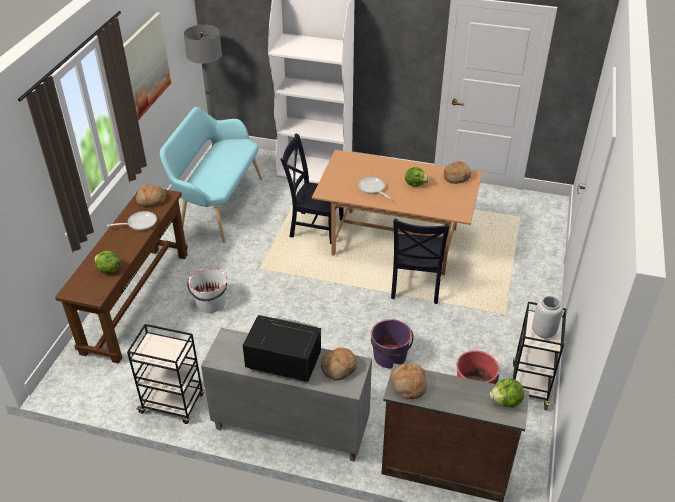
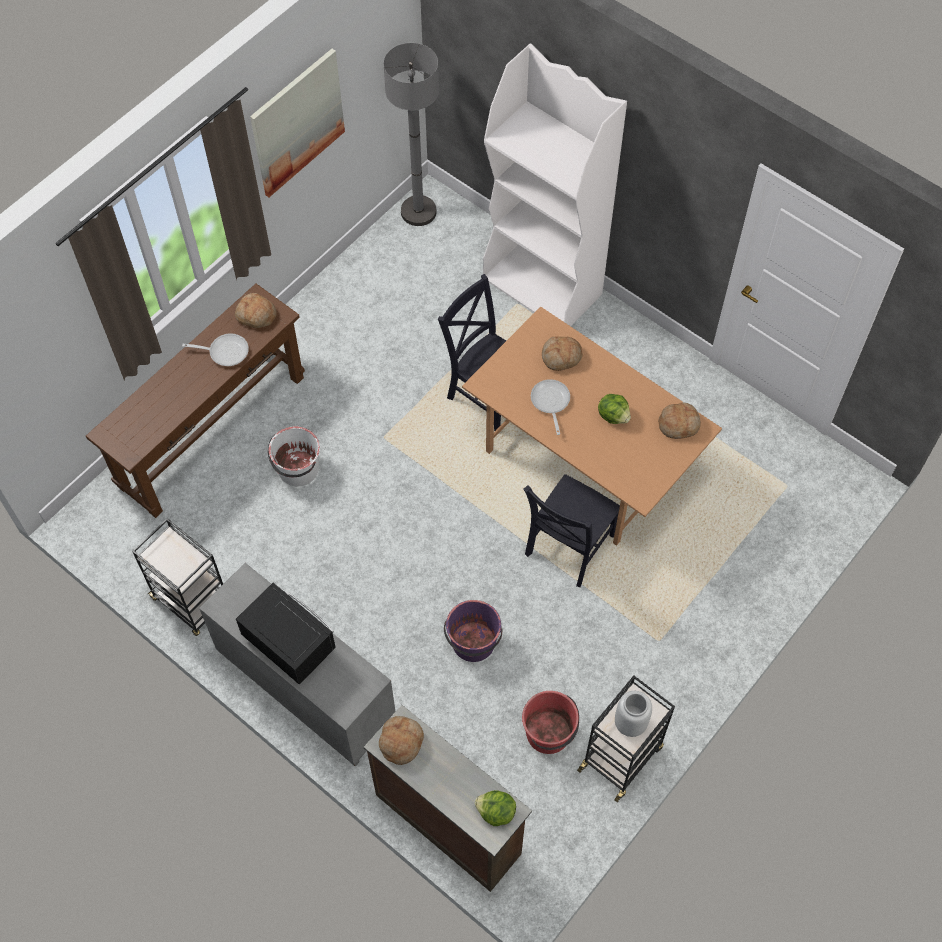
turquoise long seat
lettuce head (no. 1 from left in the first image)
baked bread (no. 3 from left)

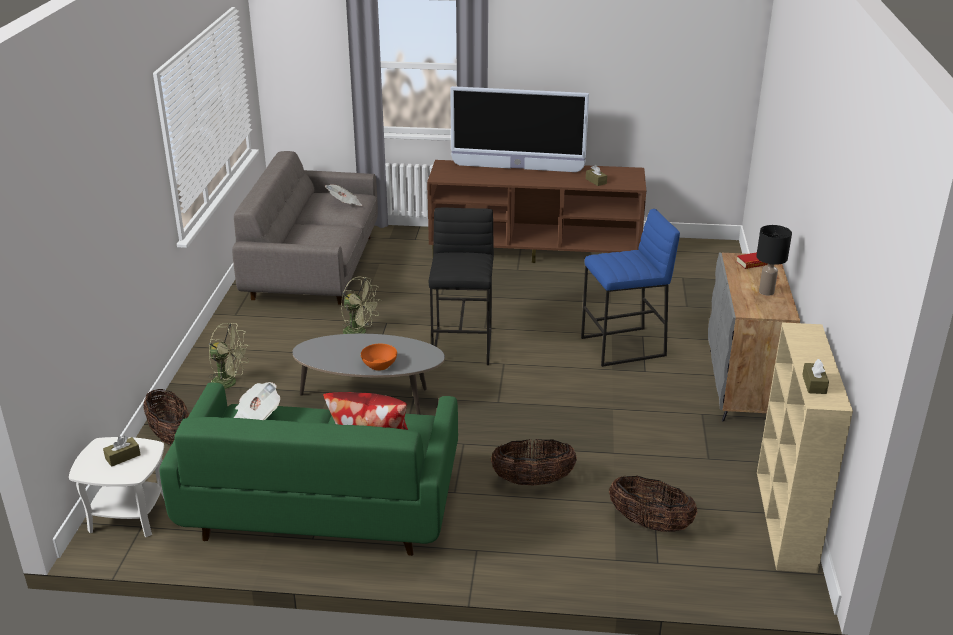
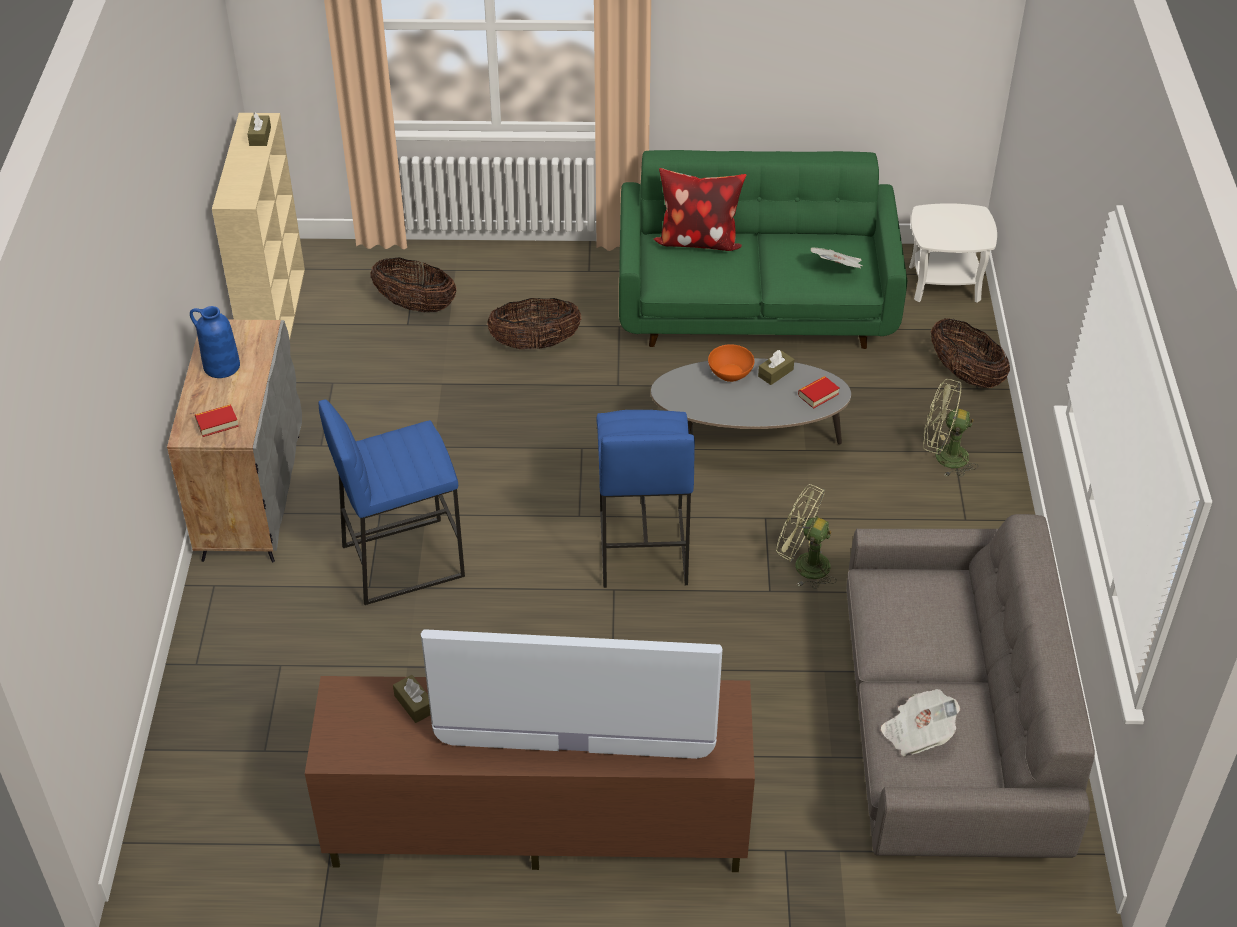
blue sitting stool (no. 2 from left)
blue decorative vase
brown tissue holder (no. 3 from left)
volume (no. 2 from left)

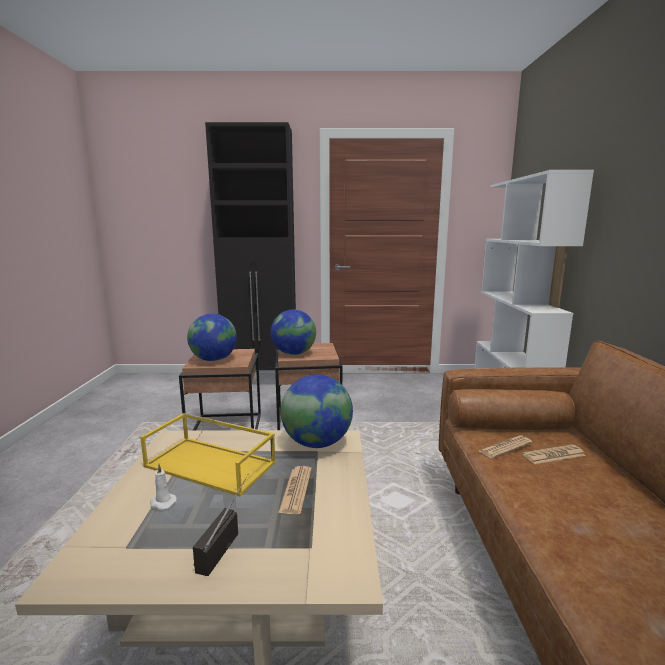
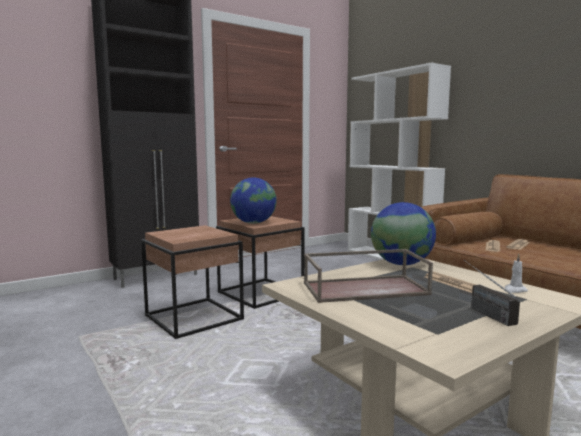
globe (no. 1 from left in the first image)
brown tray
white candle

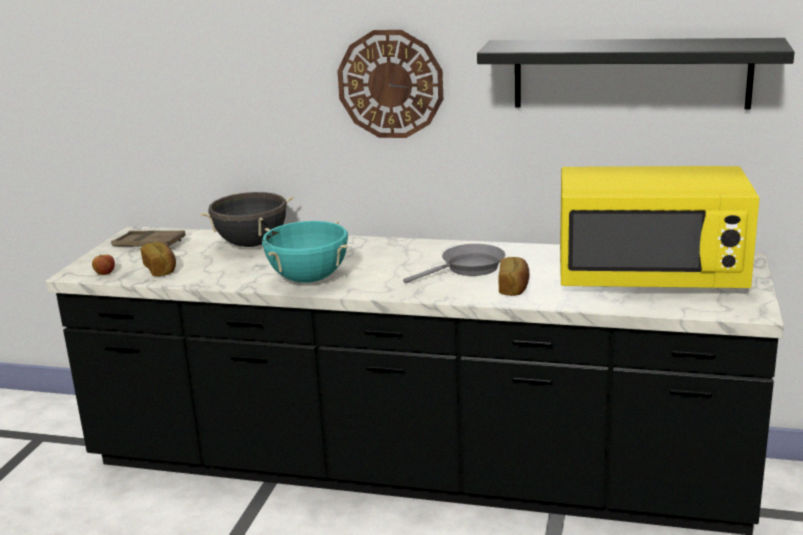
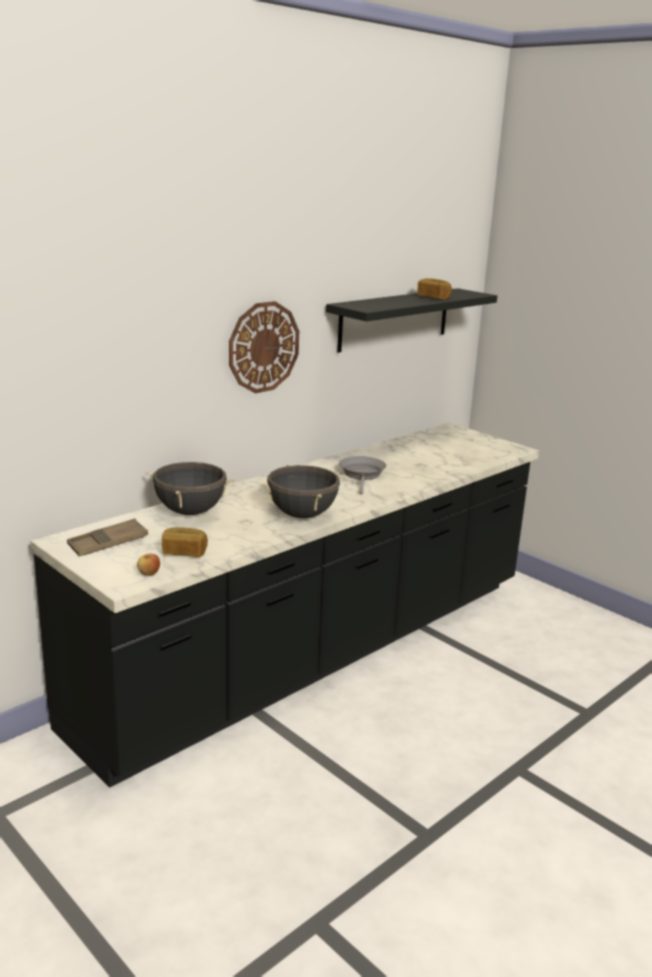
yellow microwave
black-coloured cooking pot (no. 2 from left)
baked bread (no. 2 from left)

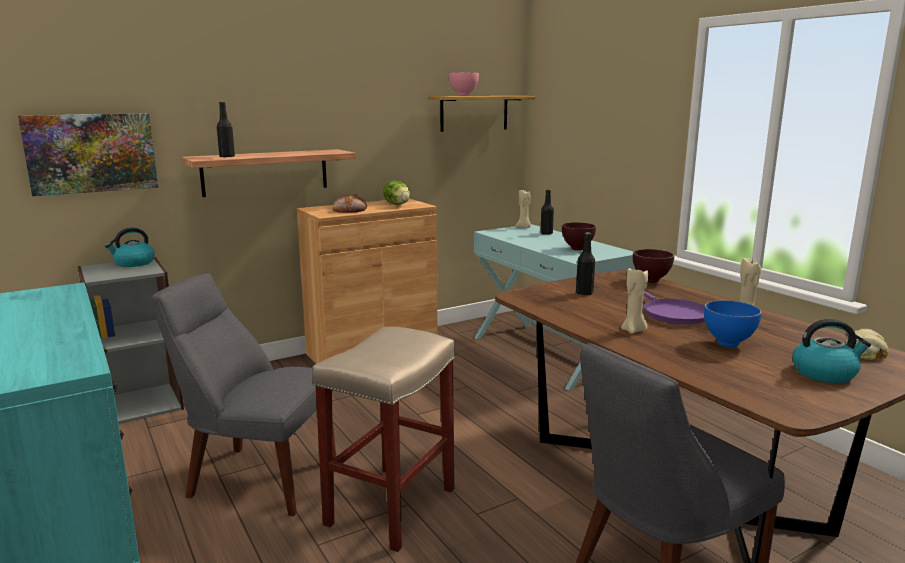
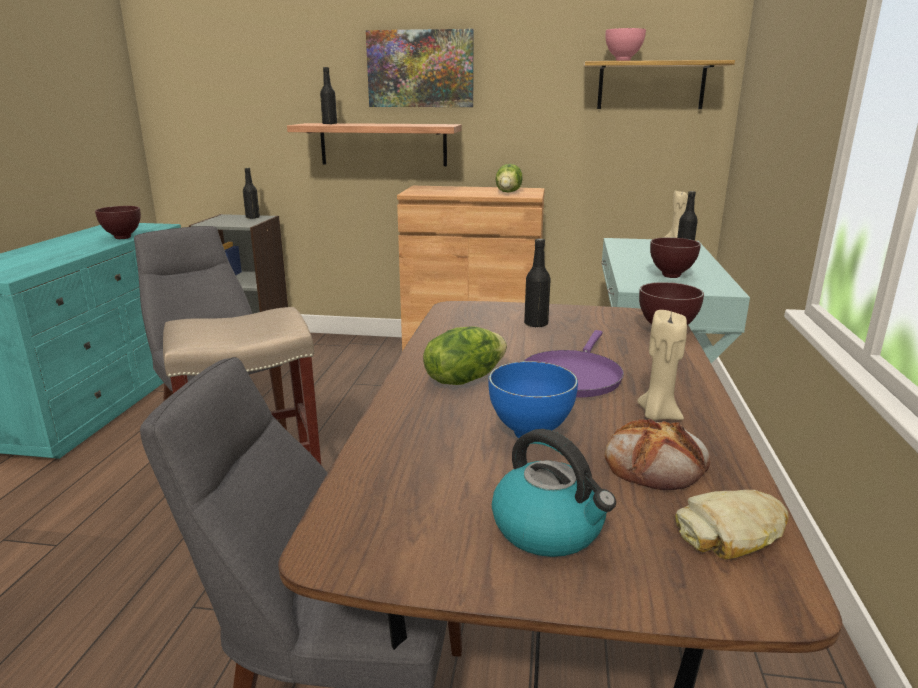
picture
baked bread (no. 1 from left)
black-coloured beverage bottle (no. 1 from left)
lettuce head (no. 1 from left)
brown deep dish (no. 1 from left)

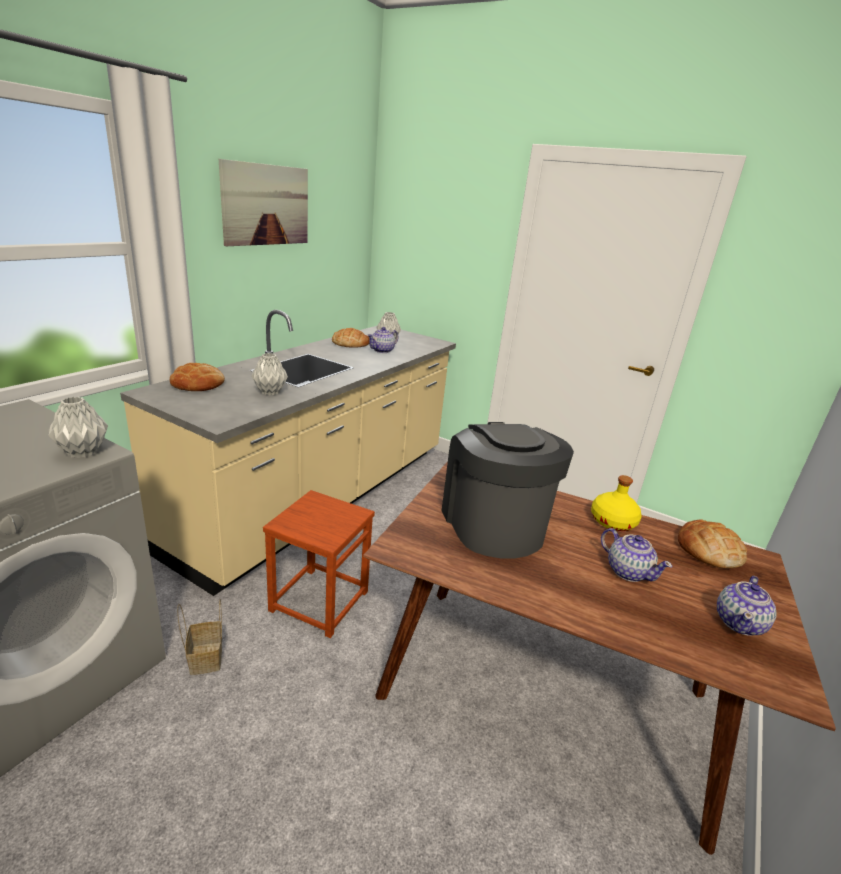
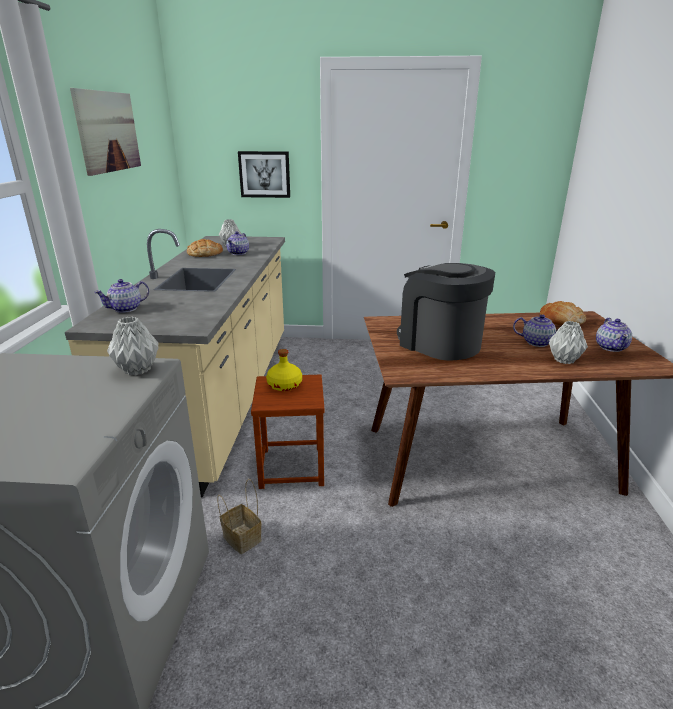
grey decorative vase (no. 3 from left)
tea pot (no. 1 from left)
yellow beverage bottle
picture (no. 2 from left)

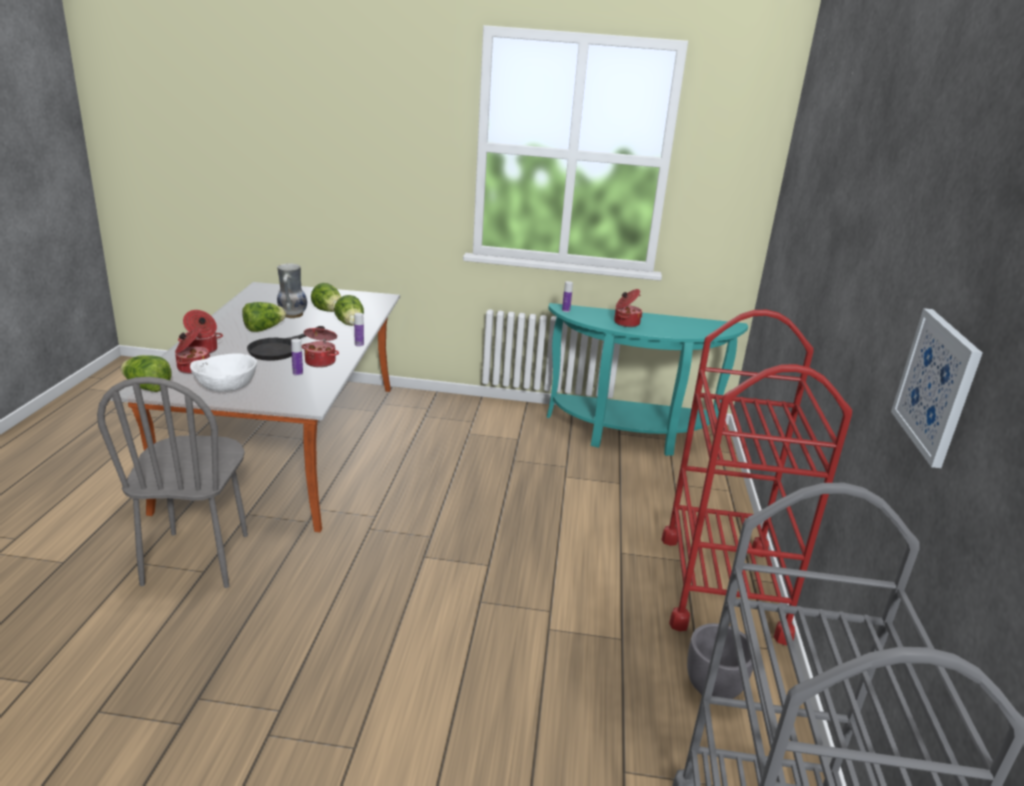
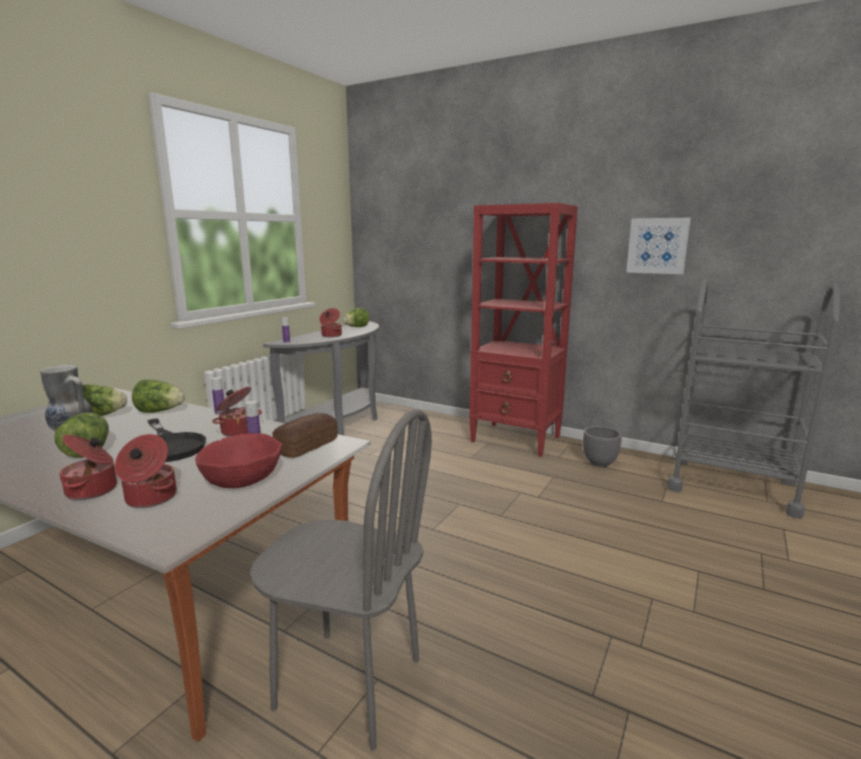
grey narrow table
red-coloured bookshelf
red-coloured deep dish
lettuce head (no. 4 from left)
baked bread

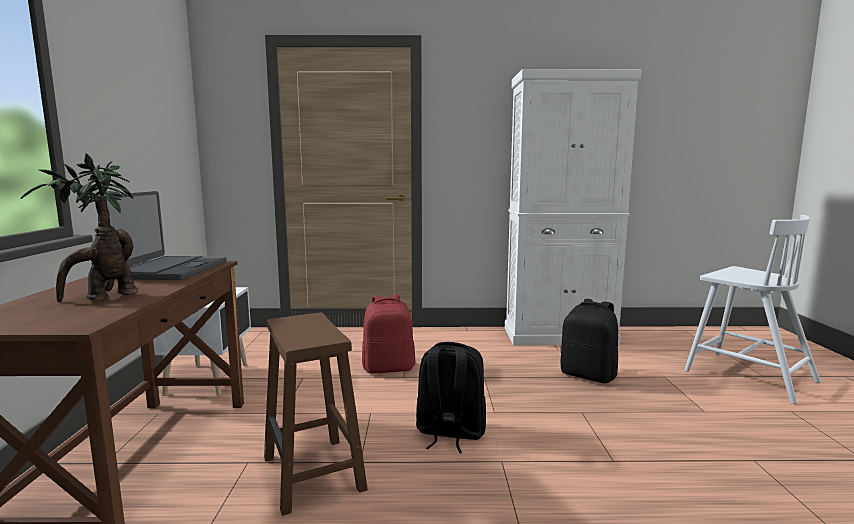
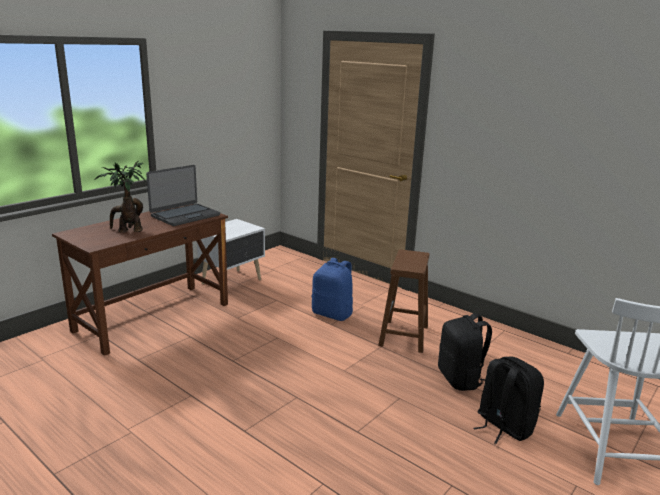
white cabinet
blue rucksack
brown sitting stool
black-coloured rucksack (no. 2 from left)

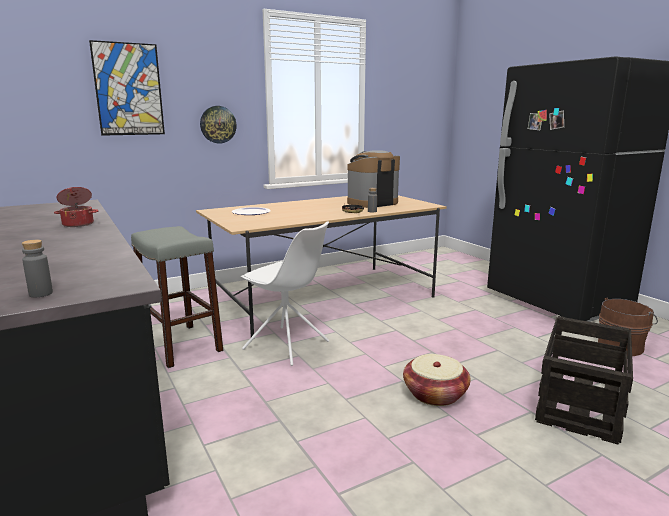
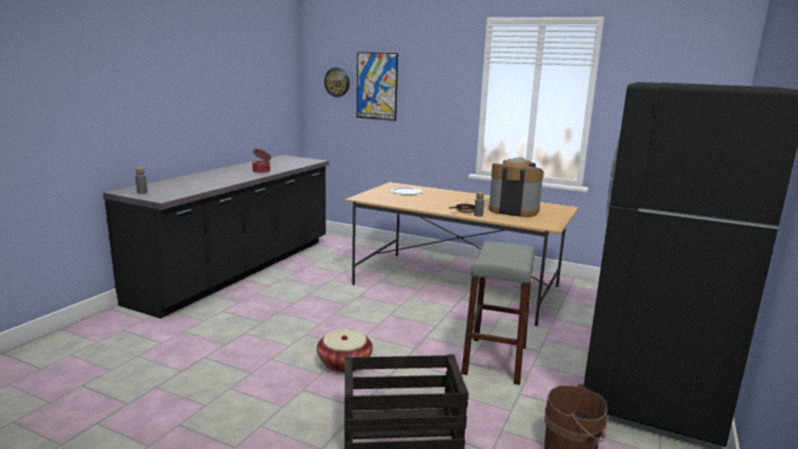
hanging clock
white upright chair
grey sitting stool

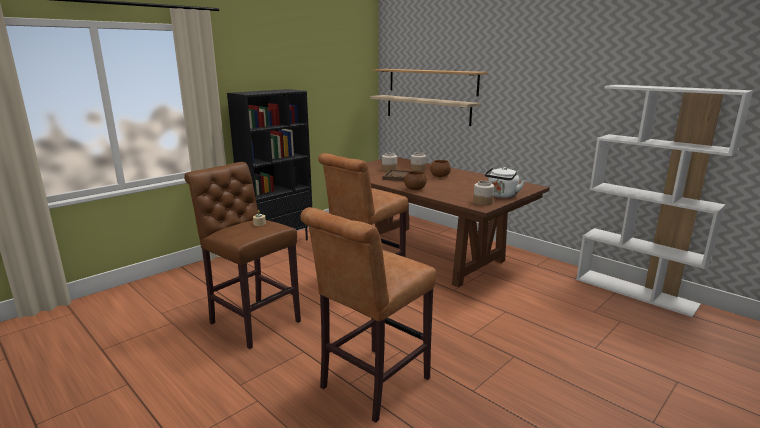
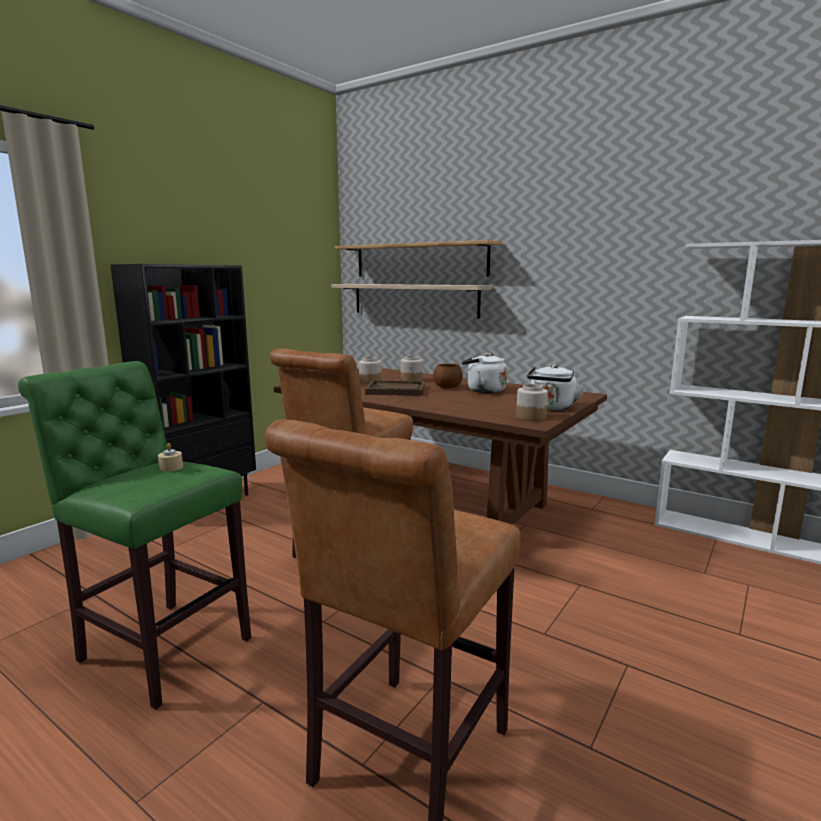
green sitting stool
brown deep dish (no. 1 from left in the first image)
white kettle (no. 1 from left)

